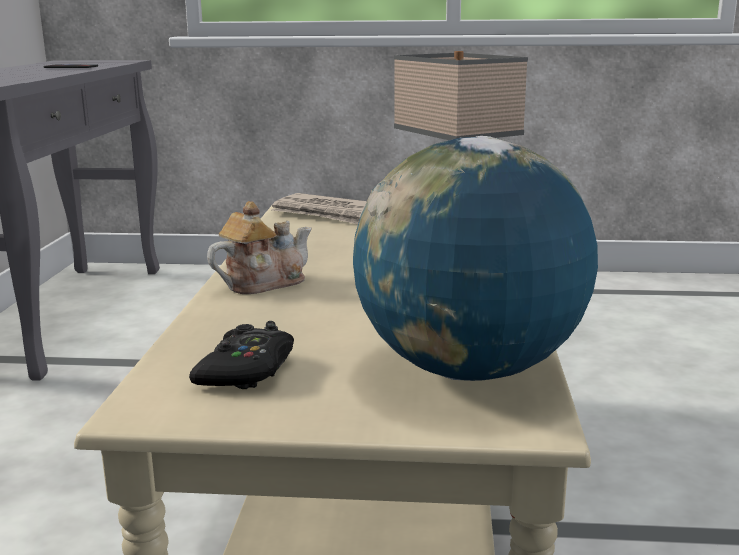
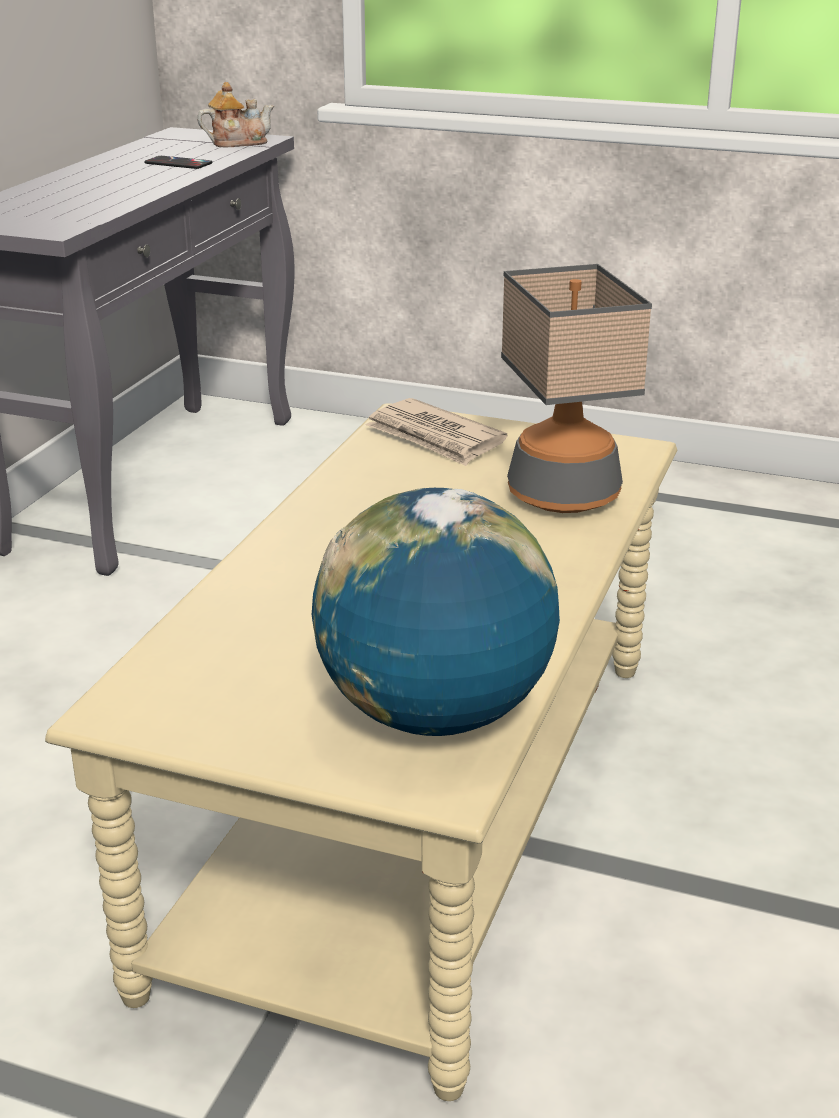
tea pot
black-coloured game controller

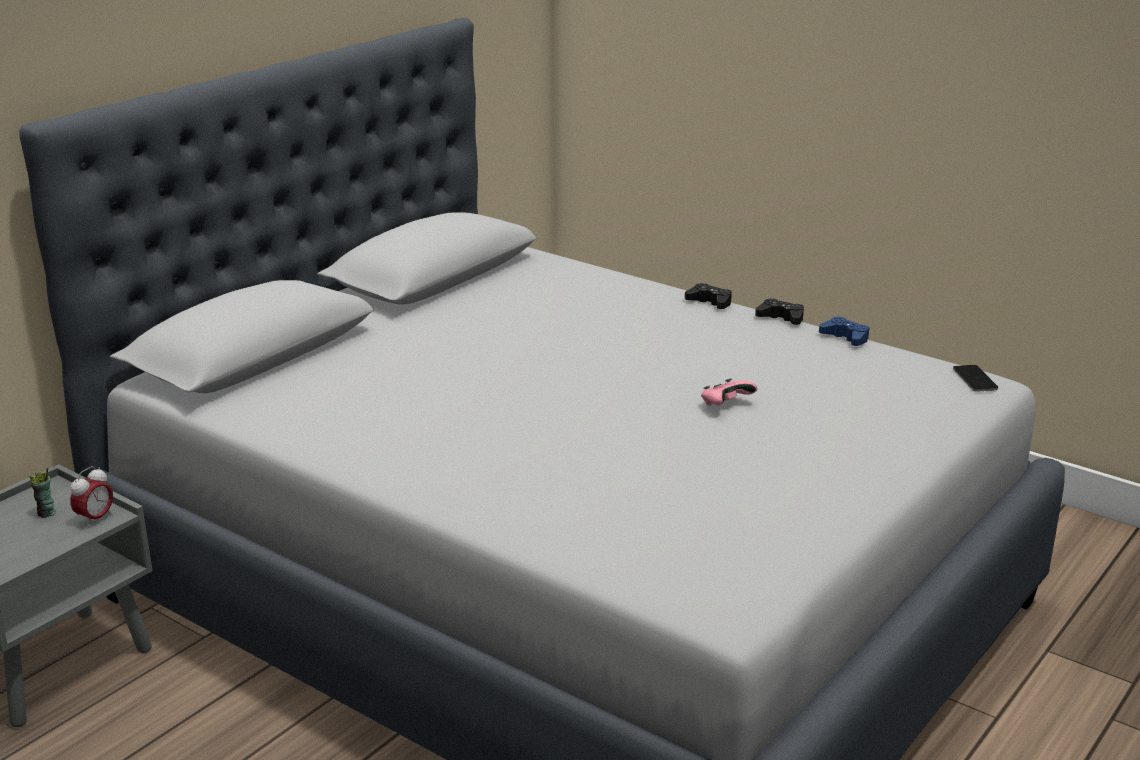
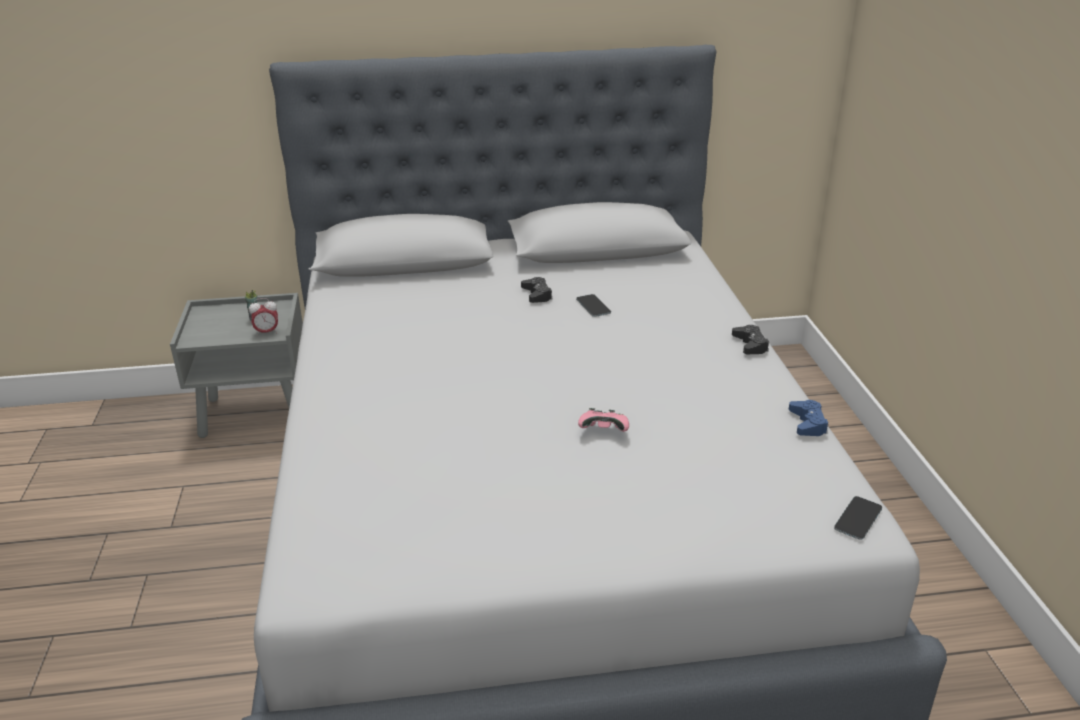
black-coloured game controller (no. 1 from left)
handset (no. 1 from left)

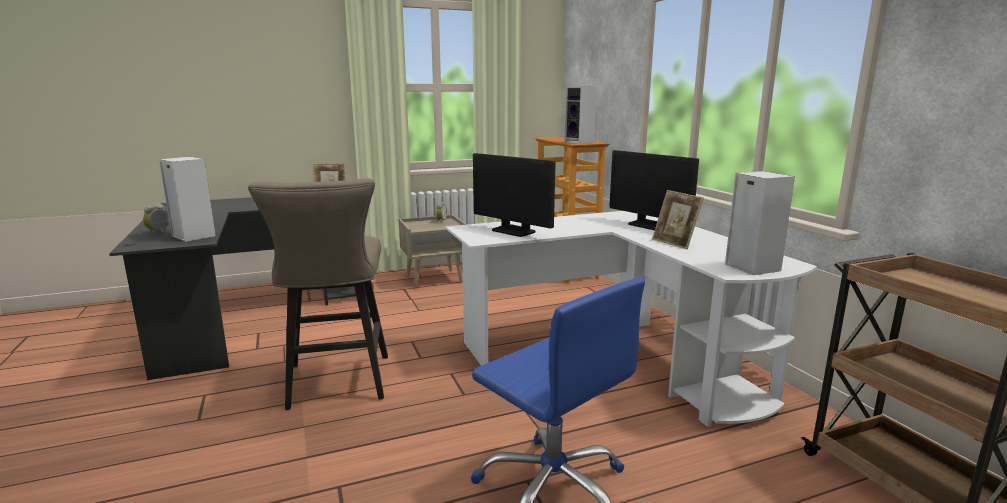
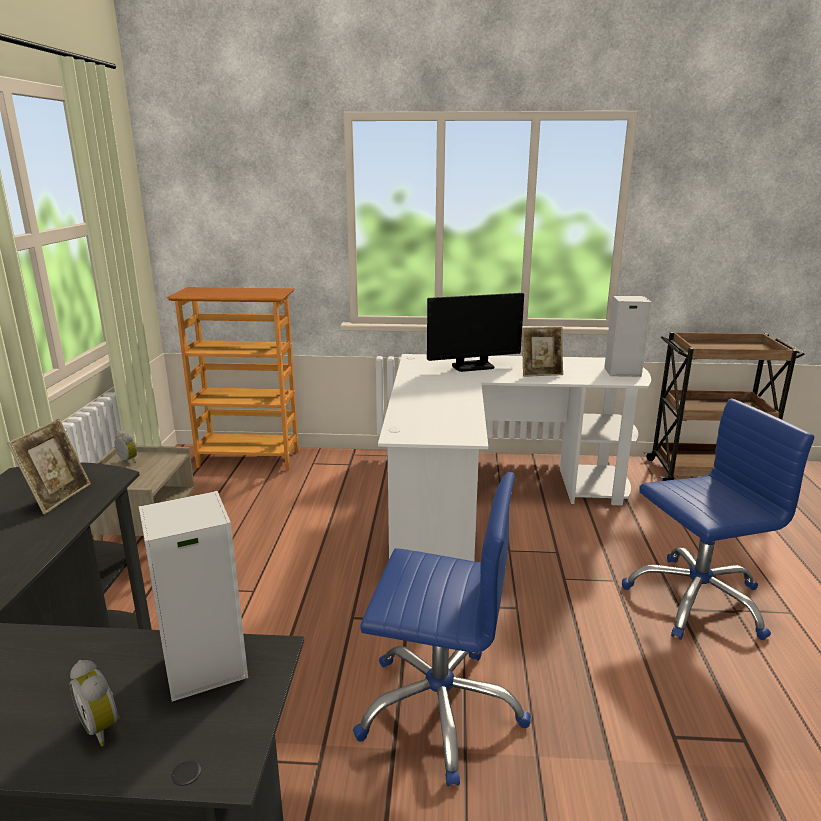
speaker (no. 2 from left in the first image)
monitor (no. 1 from left in the first image)
blue desk chair (no. 1 from left)

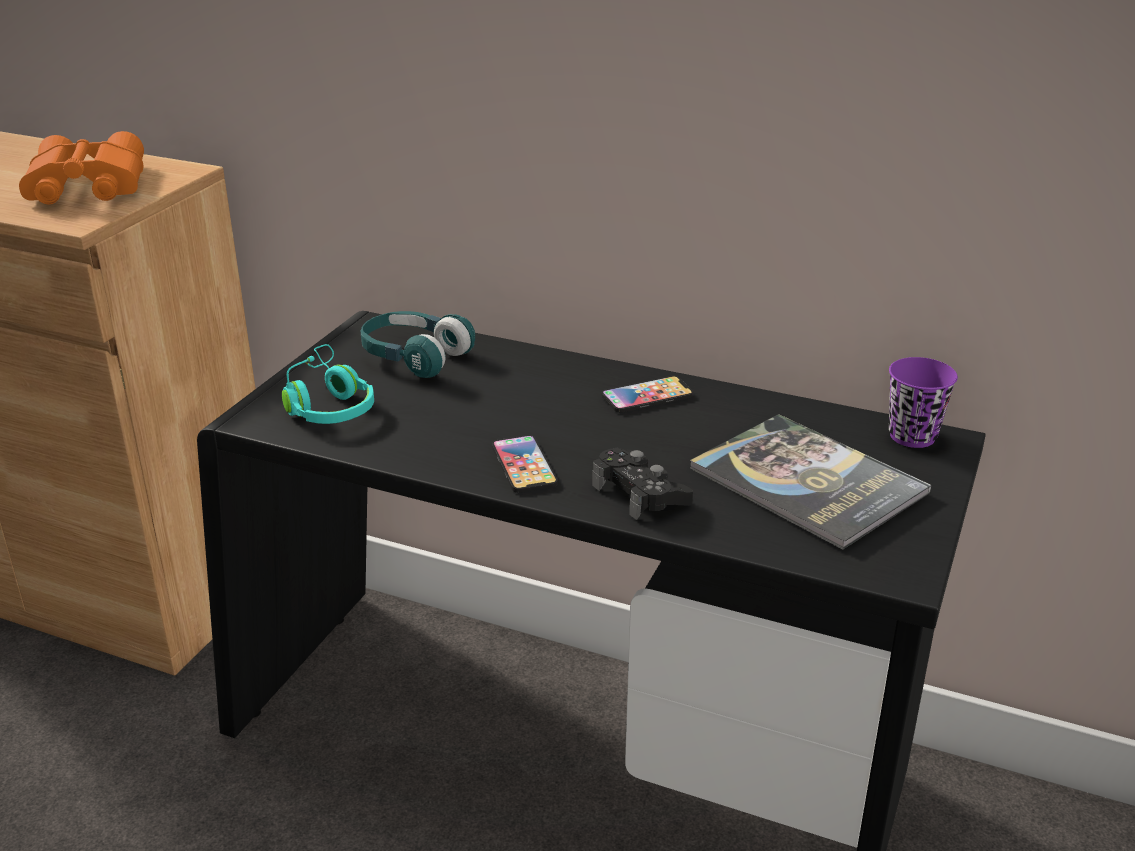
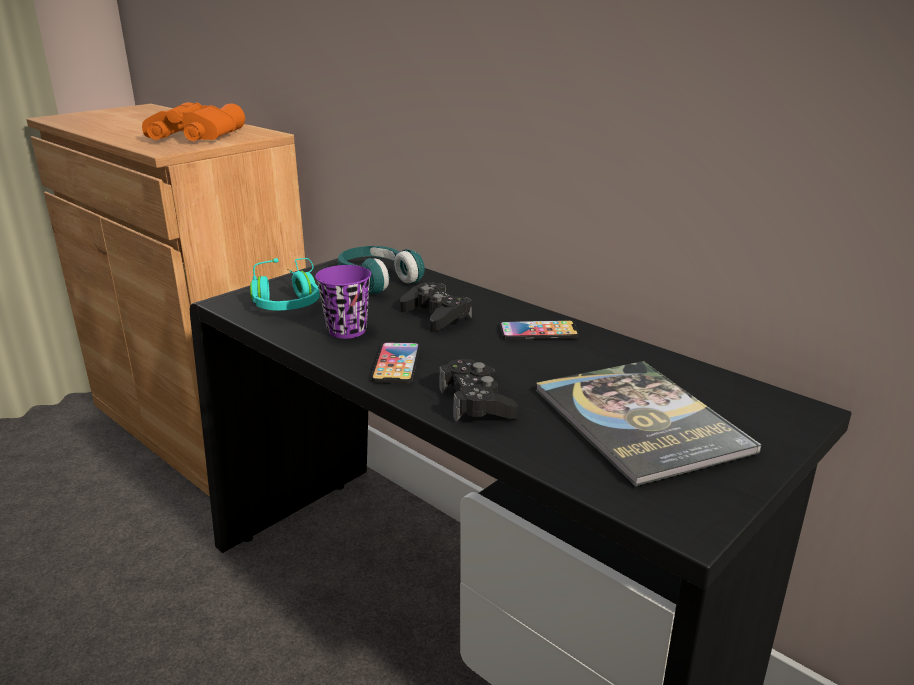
purple drinking cup
black-coloured game controller (no. 1 from left)

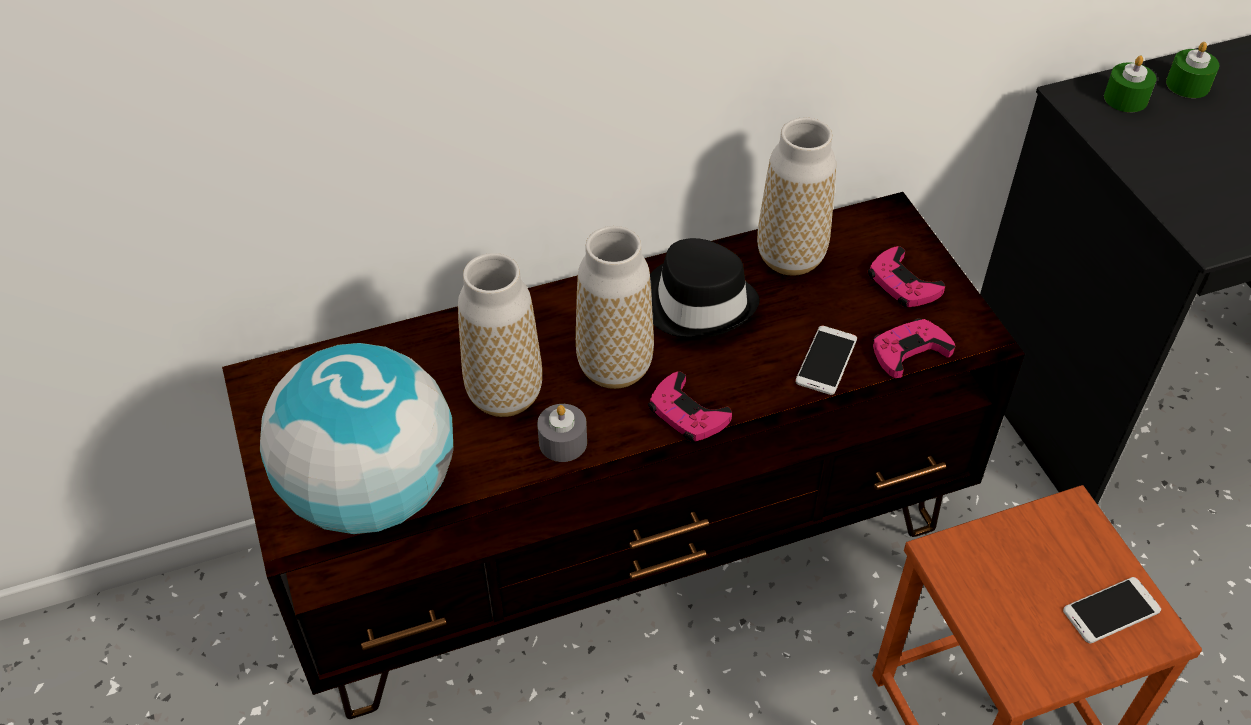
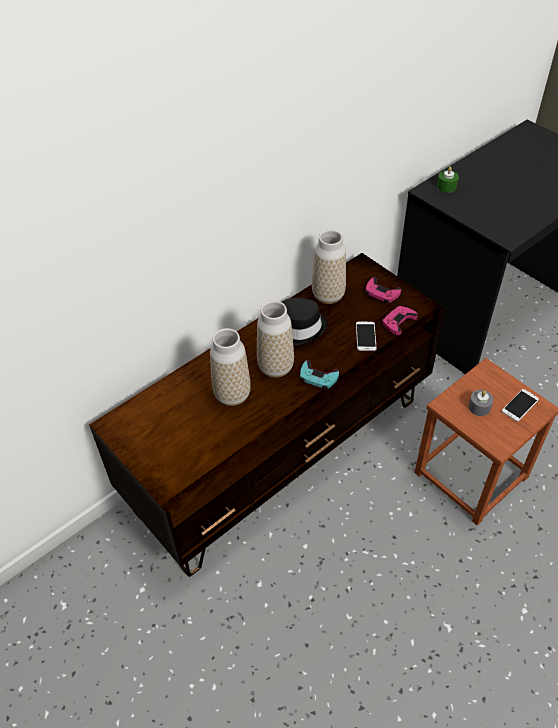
green candle (no. 2 from left in the first image)
globe
turquoise game controller
grey candle

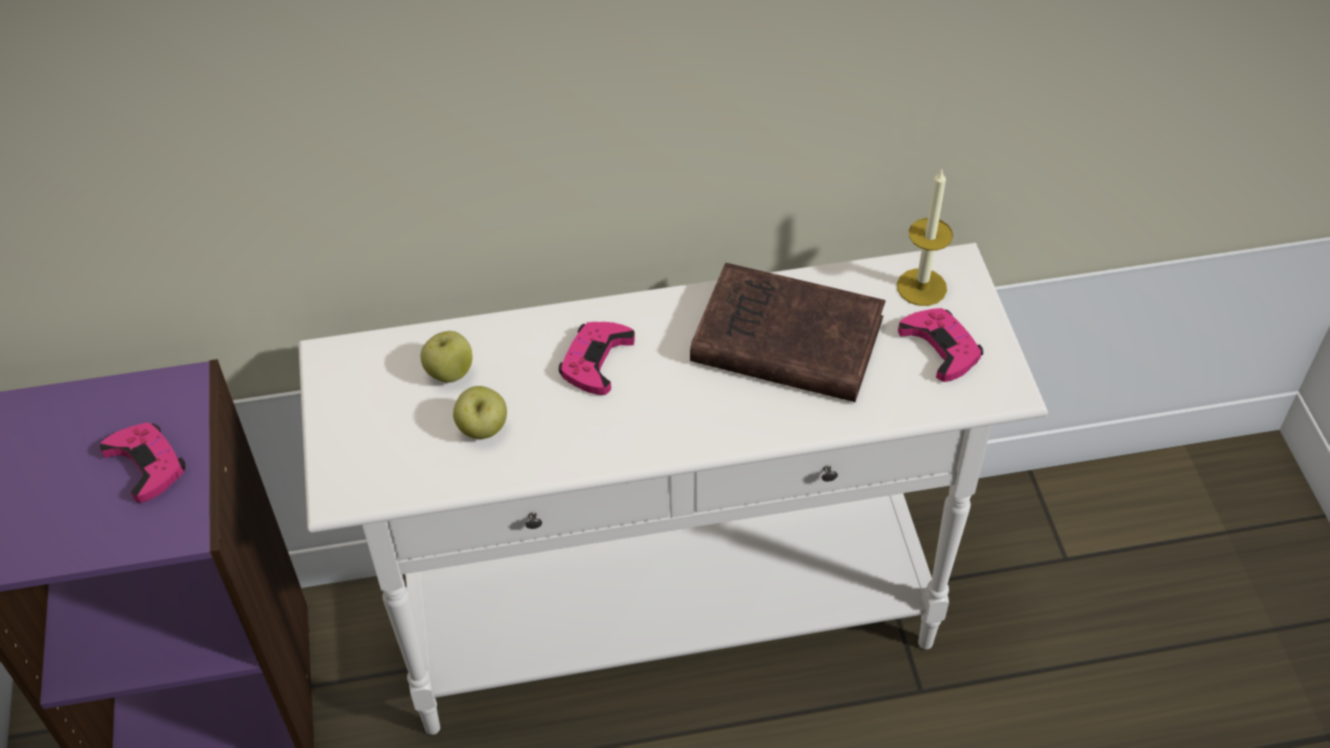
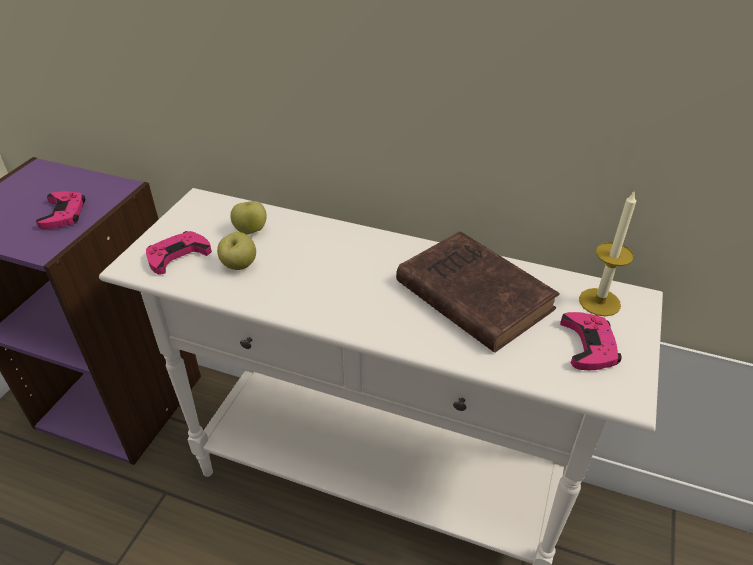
pinkish game controller (no. 2 from left)

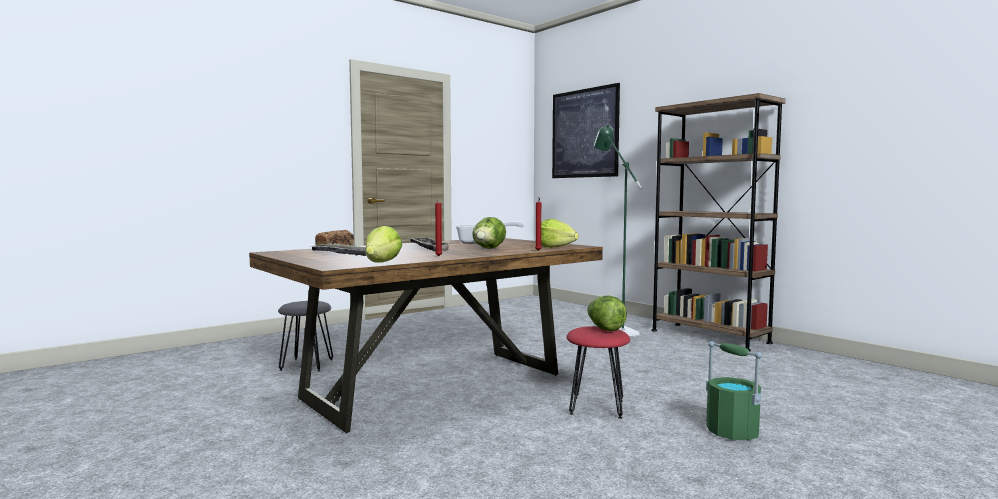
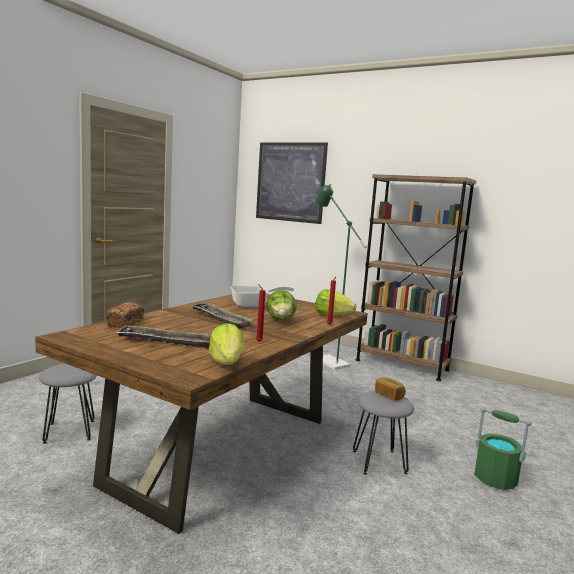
baked bread (no. 2 from left)
grey sitting stool (no. 2 from left)

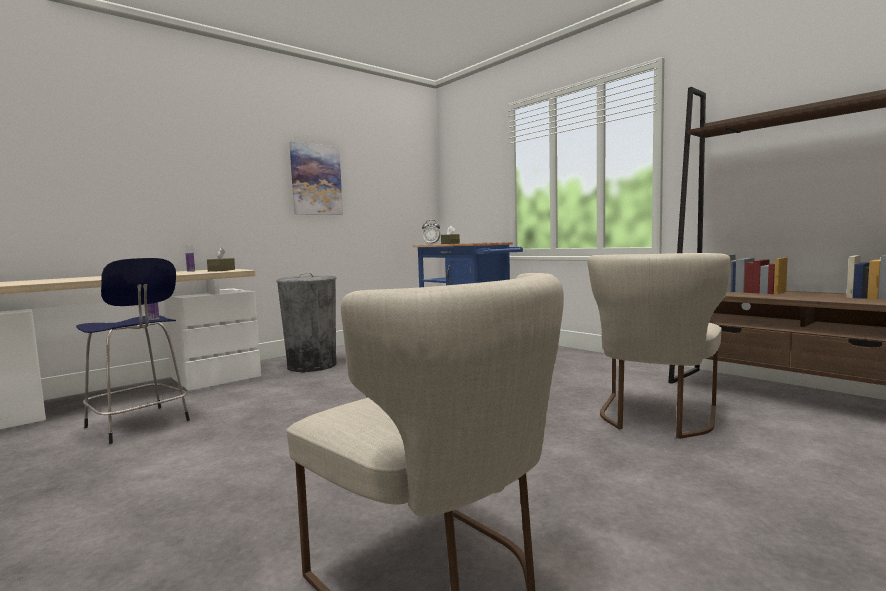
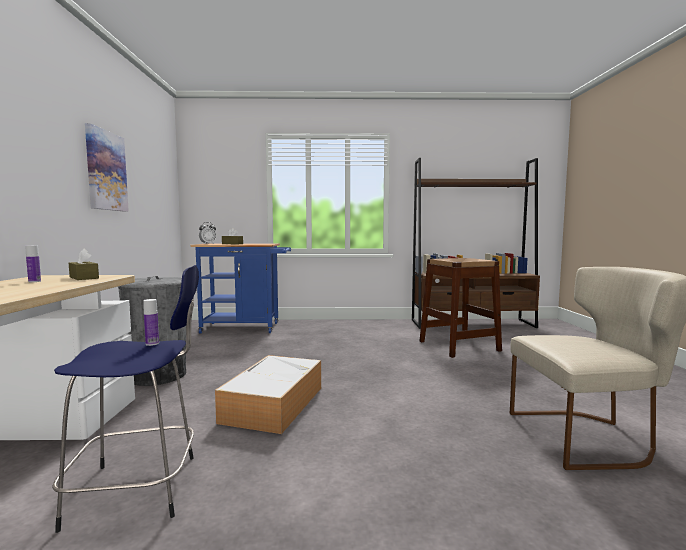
brown sitting stool
storage box

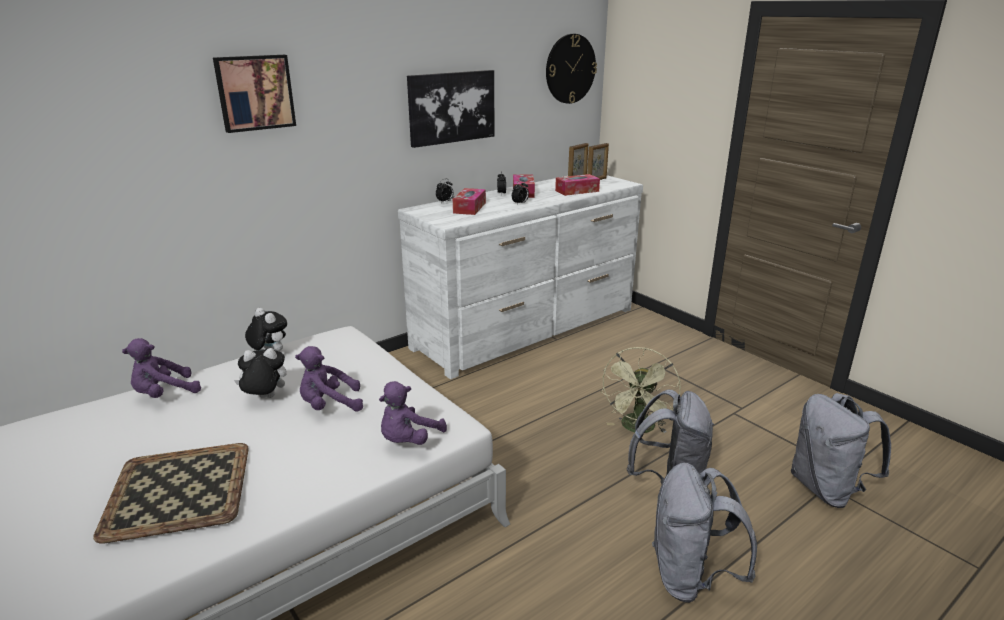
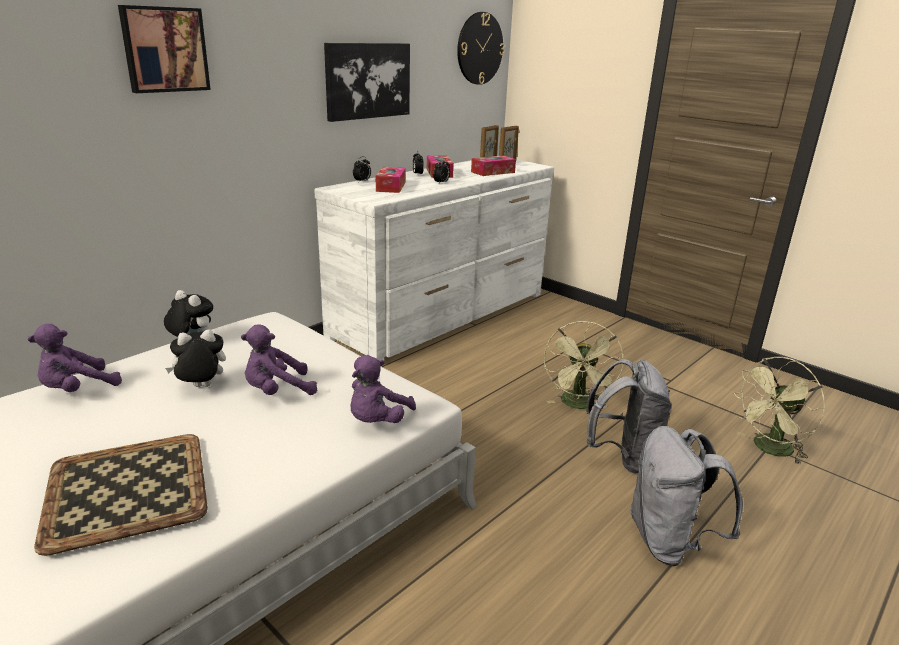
green electric fan (no. 2 from left)

